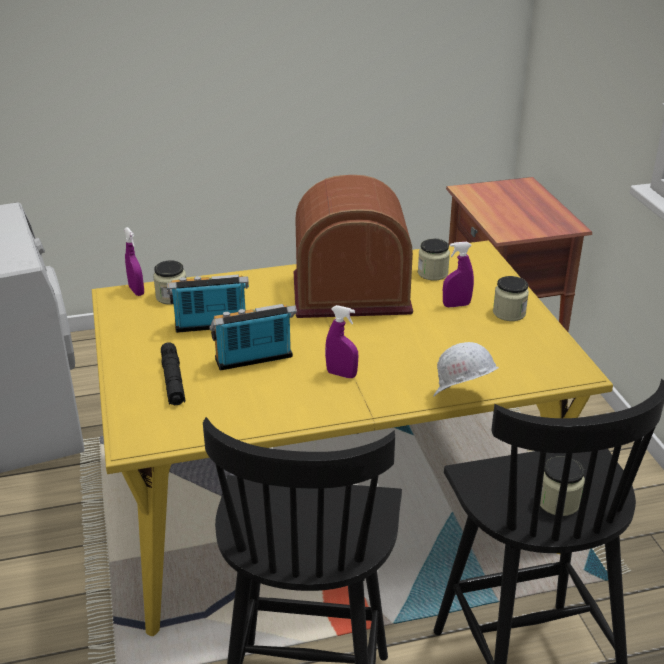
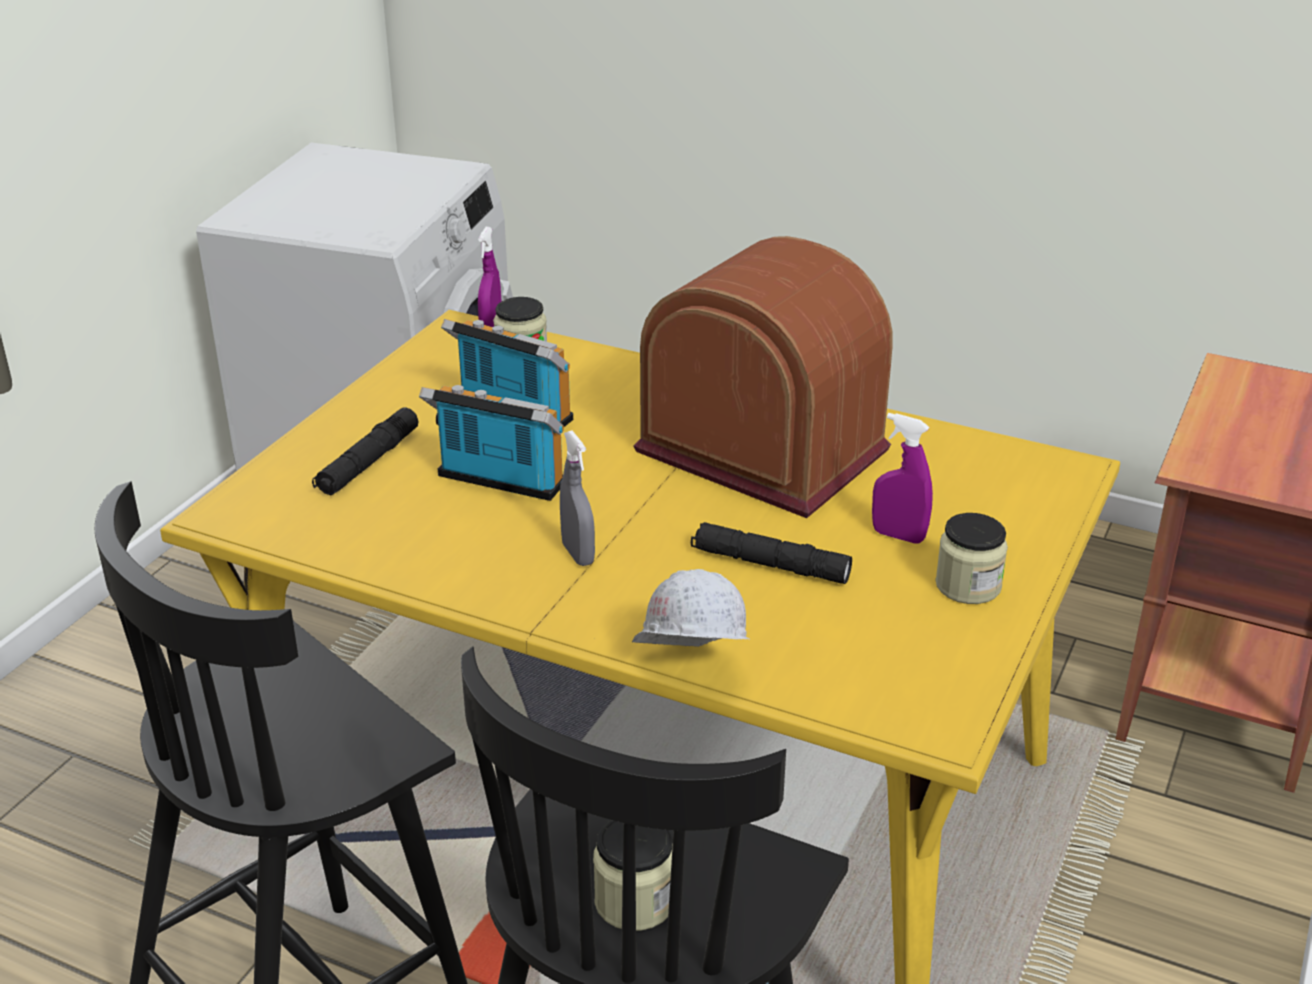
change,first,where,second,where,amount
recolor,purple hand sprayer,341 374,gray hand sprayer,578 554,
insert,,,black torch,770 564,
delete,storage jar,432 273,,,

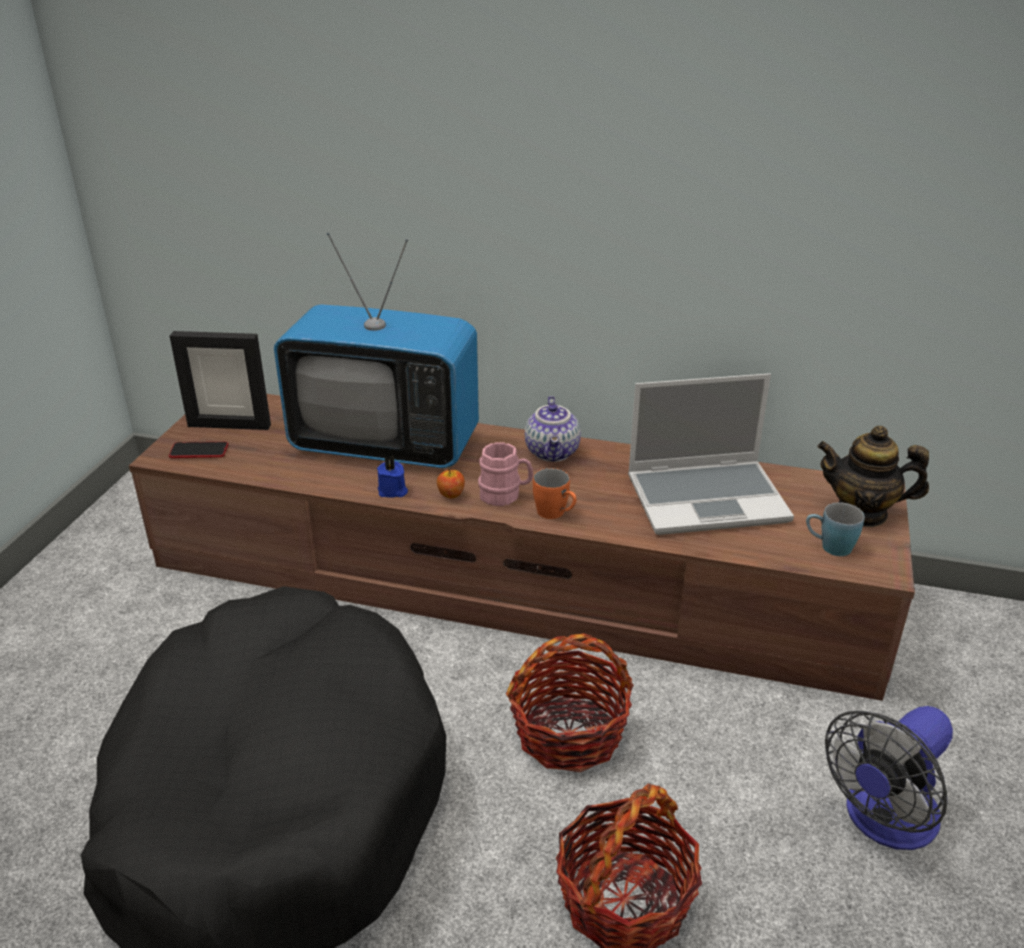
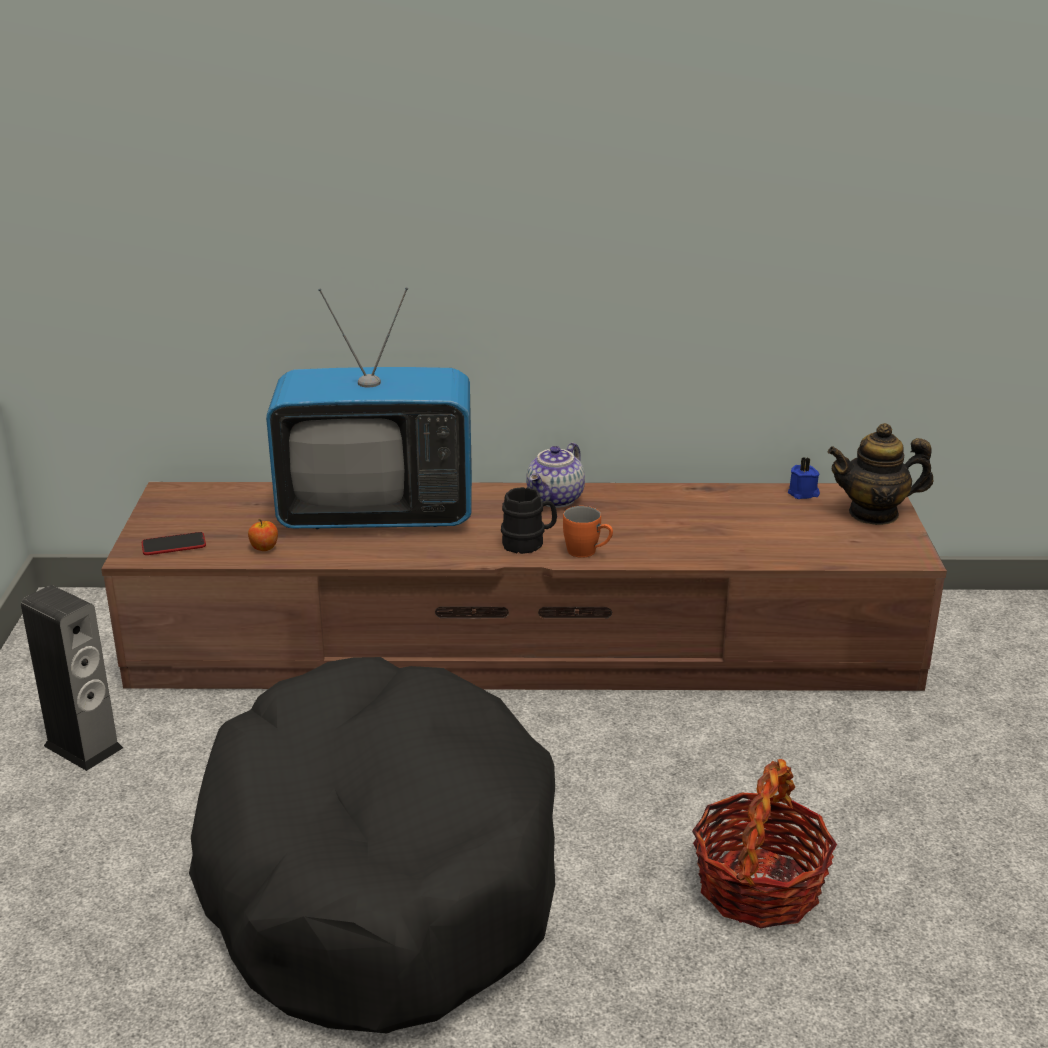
change,first,where,second,where,amount
insert,,,speaker,83 747,
move,apple,451 494,,264 548,
recolor,pink-coloured tea mug,505 495,black tea mug,529 543,
rotate,teapot,553 452,,556 499,45 degrees clockwise
move,blue-coloured wax light,392 491,,803 493,
delete,photo frame,230 424,,,
delete,household basket,569 733,,,
delete,portable computer,708 498,,,
delete,blue-coloured tea mug,829 547,,,
delete,electric fan,883 821,,,

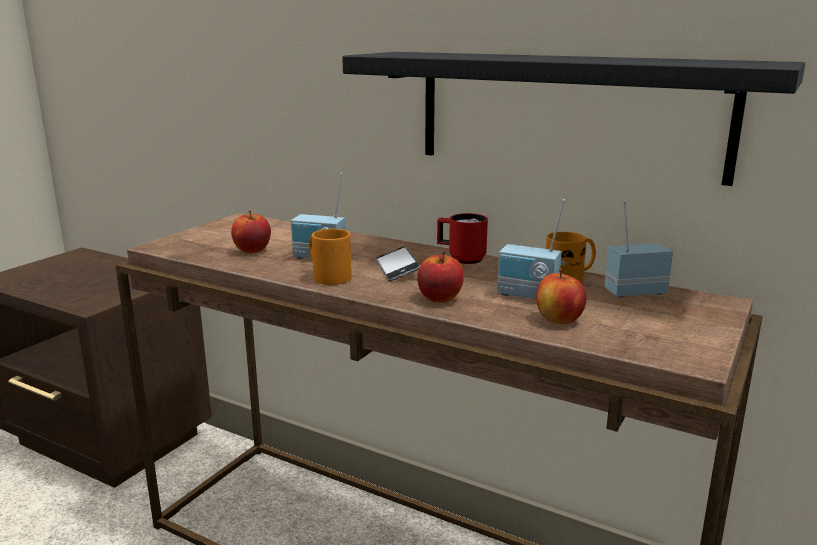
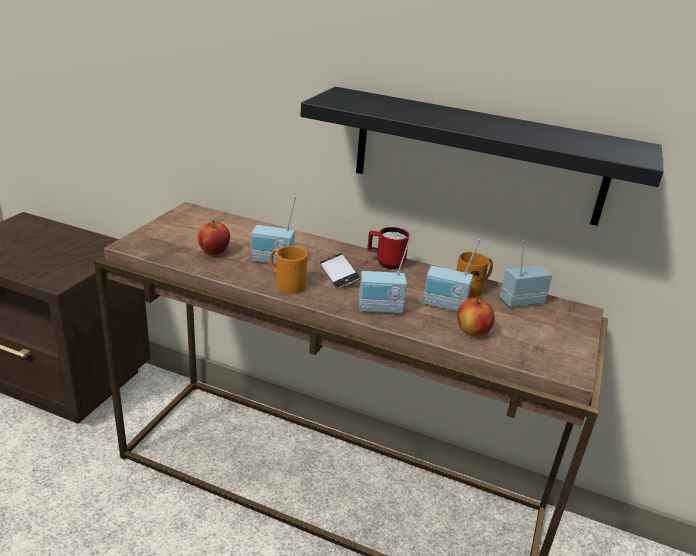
change,first,where,second,where,amount
replace,apple,440 299,radio receiver,380 309,

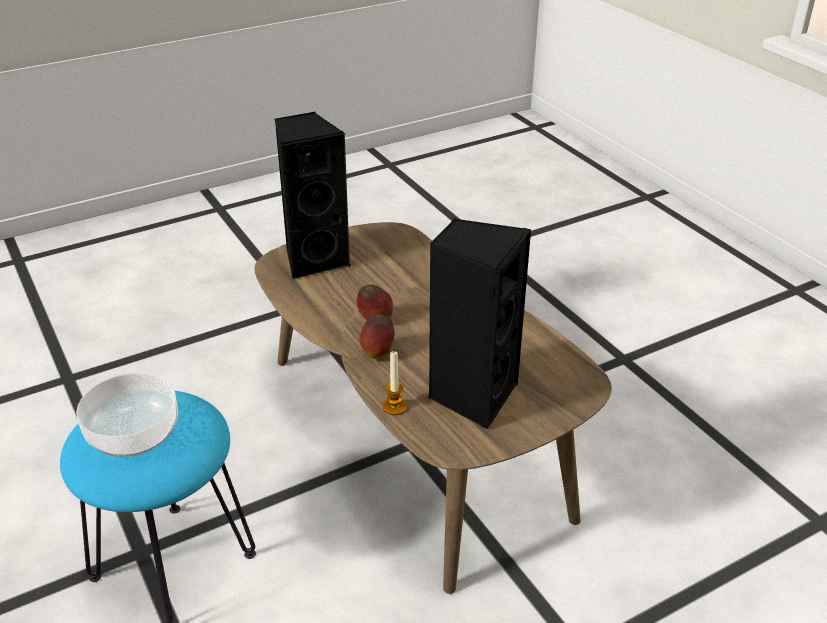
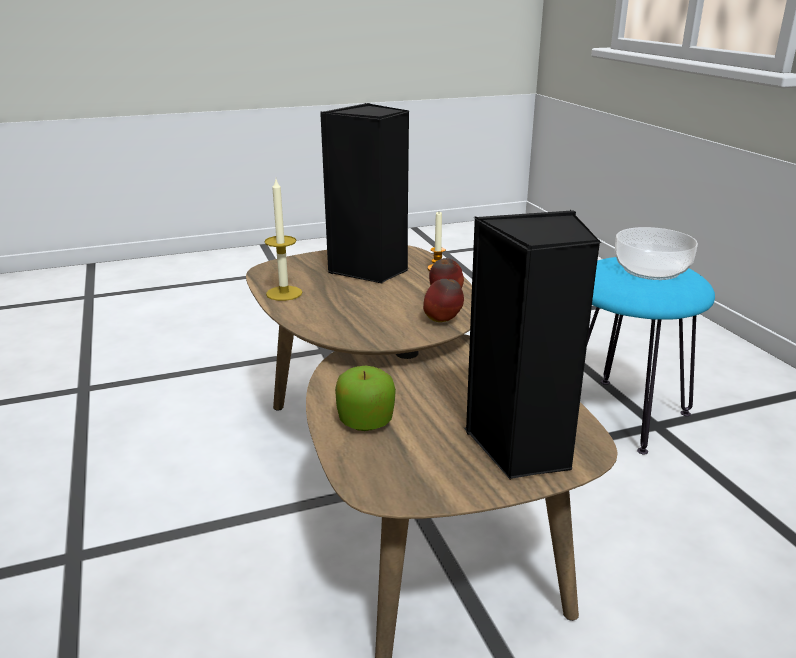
change,first,where,second,where,amount
insert,,,wax light,284 293,
insert,,,apple,366 421,

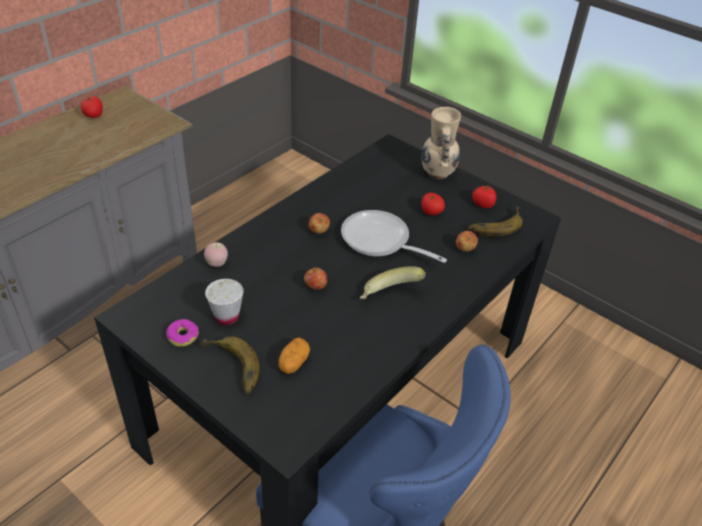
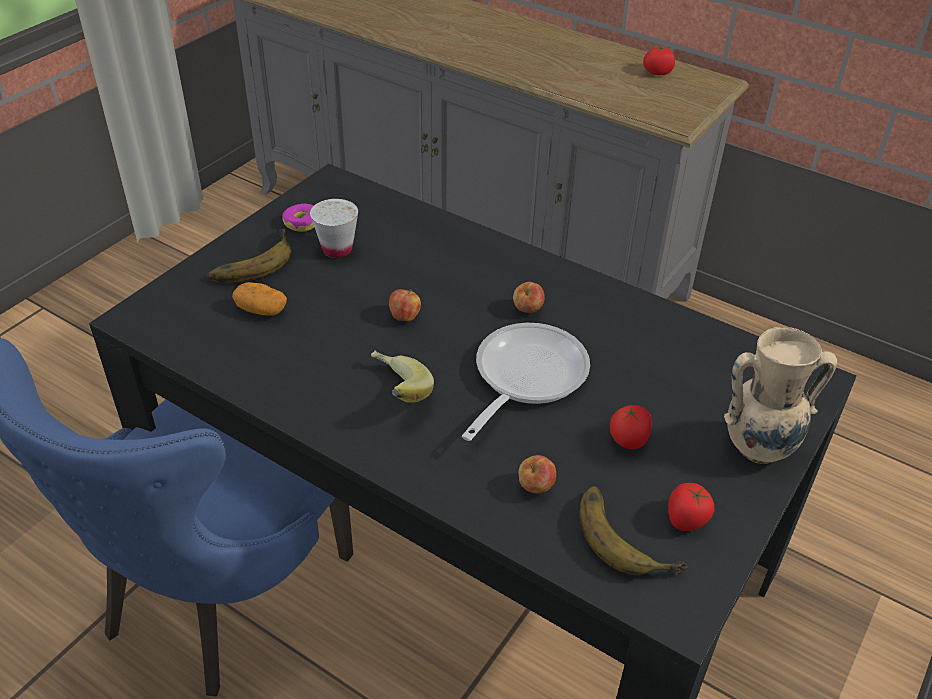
change,first,where,second,where,amount
delete,apple,217 264,,,

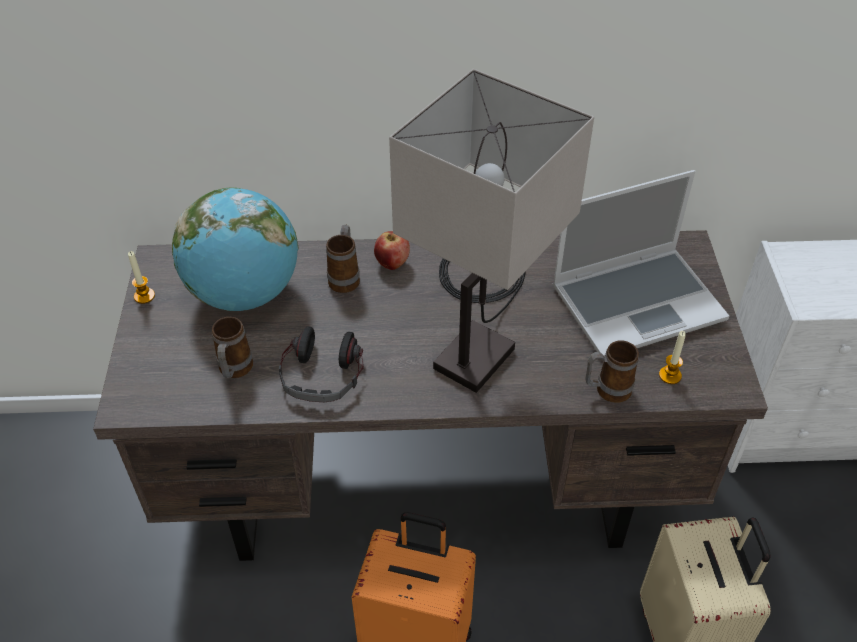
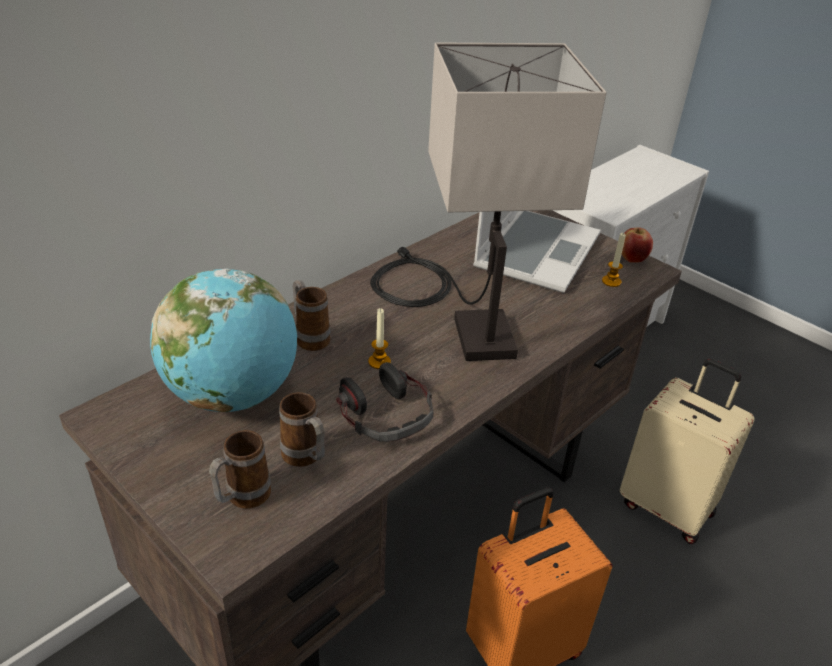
change,first,where,second,where,amount
move,tea mug,606 390,,242 498,
move,wax light,144 296,,379 362,
move,apple,392 263,,632 259,

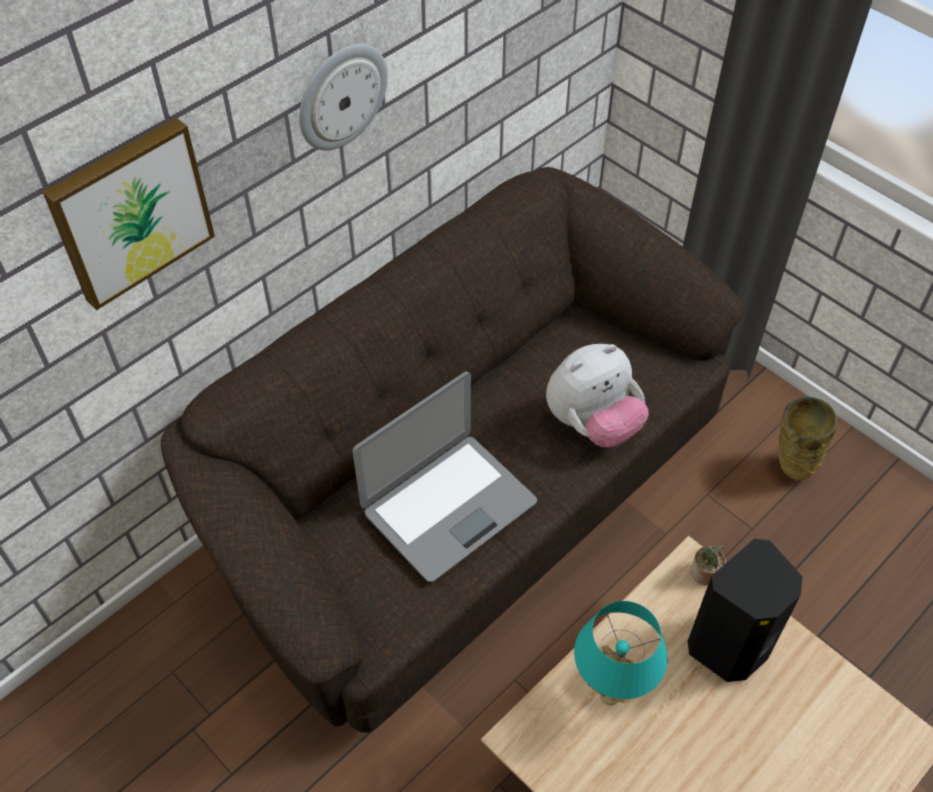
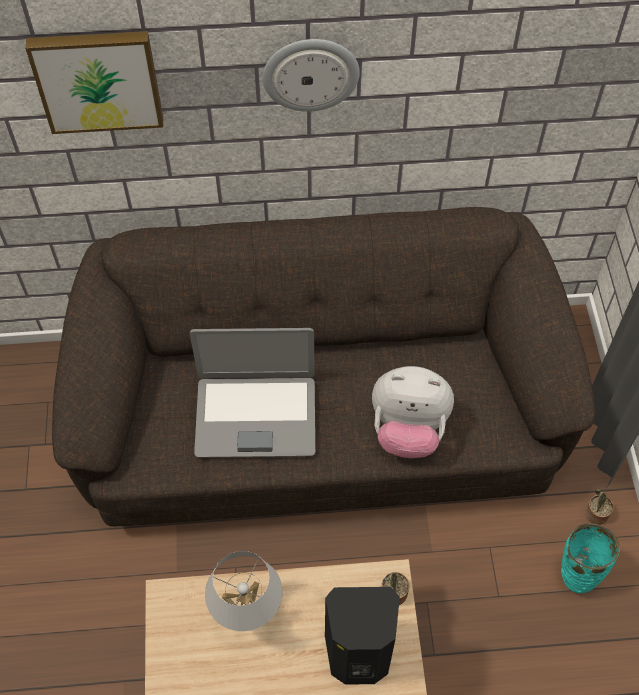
change,first,where,second,where,amount
recolor,turquoise-coloured tabletop lamp,609 694,white-coloured tabletop lamp,249 619,
recolor,beige decorative vase,791 467,turquoise-coloured decorative vase,576 576,
insert,,,plant in a pot,594 514,

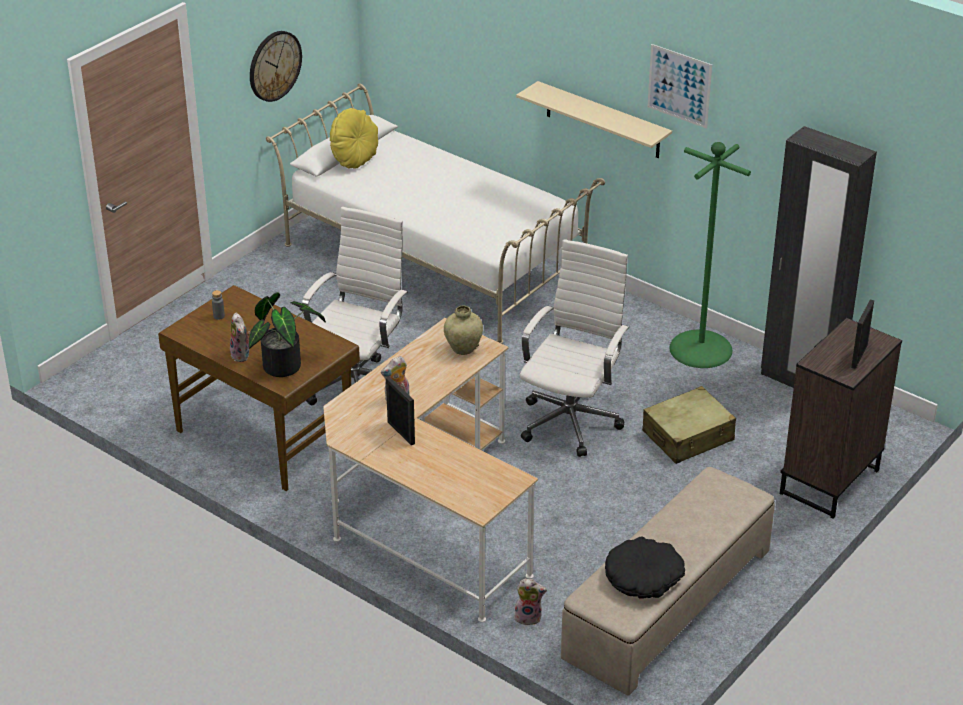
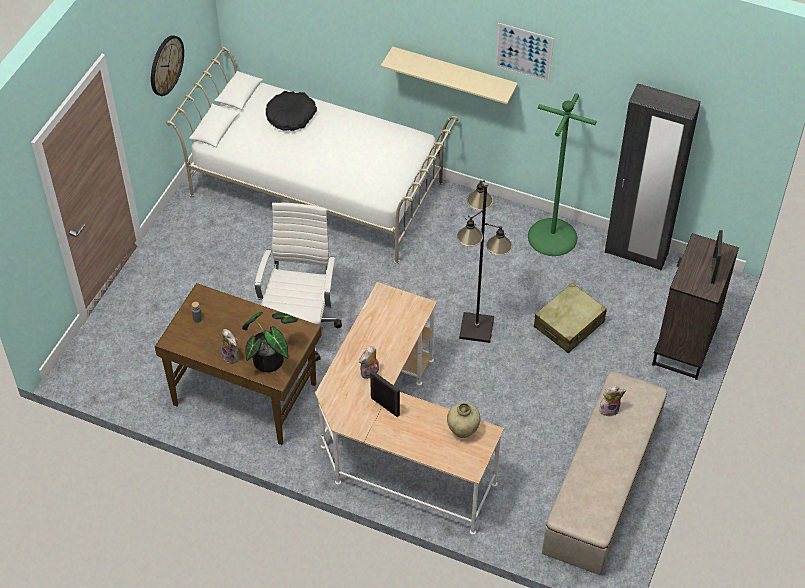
change,first,where,second,where,amount
move,black throw pillow,642 577,,290 116,
move,beige decorative vase,463 349,,462 430,
replace,white-coloured desk chair,571 420,black standing lamp,477 328,
move,cuddly toy,529 617,,609 409,
delete,yellow-coloured throw pillow,354 161,,,

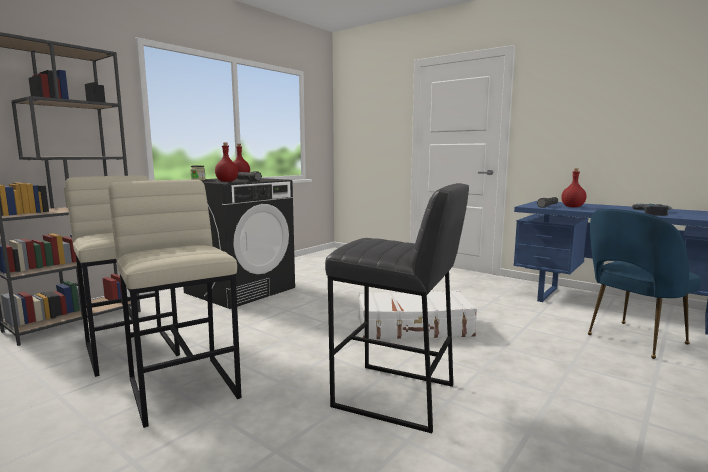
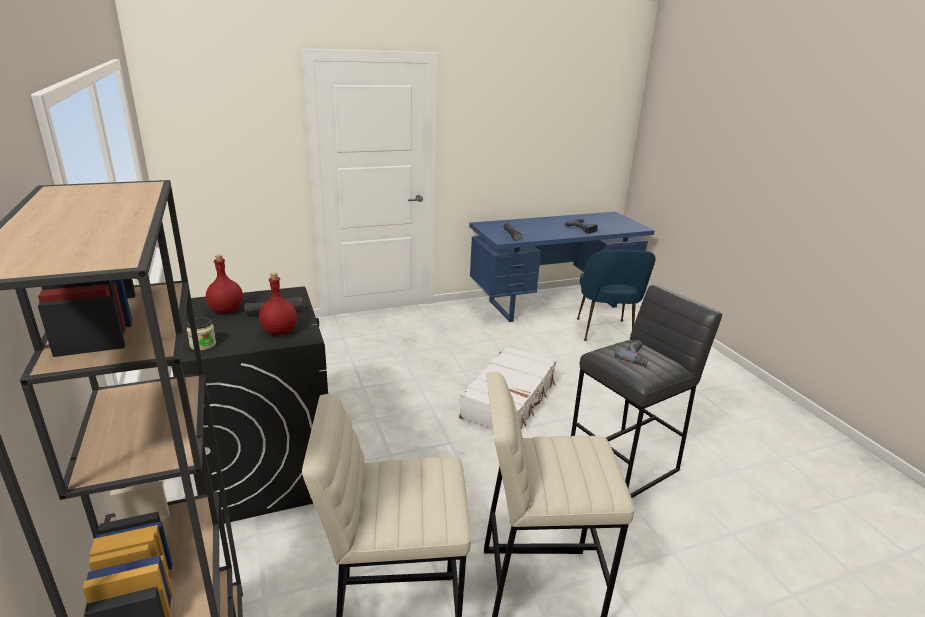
change,first,where,second,where,amount
insert,,,drill,637 357,
delete,reddish beverage bottle,573 207,,,

